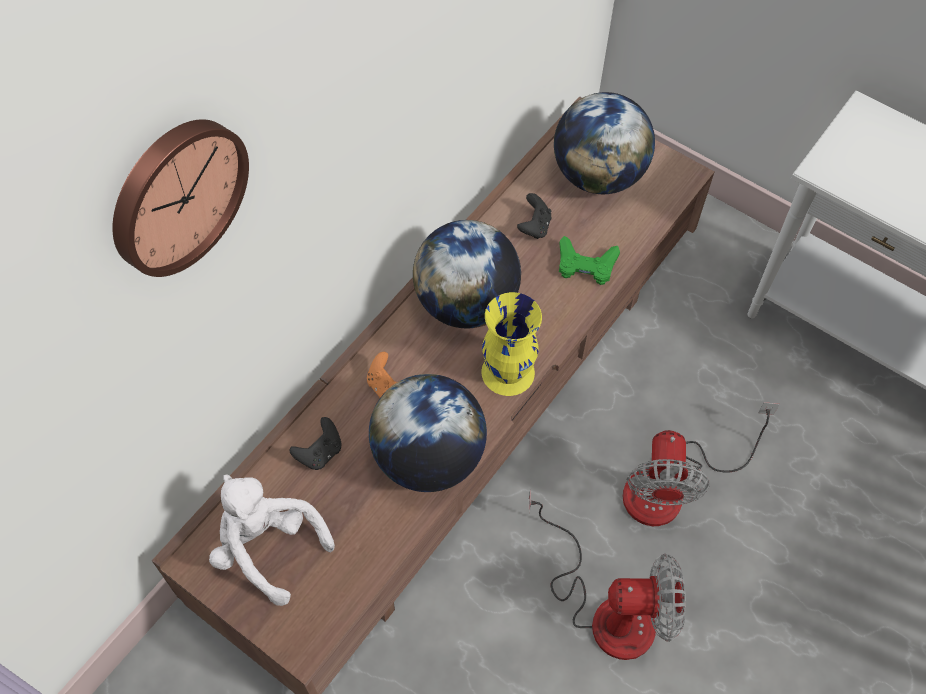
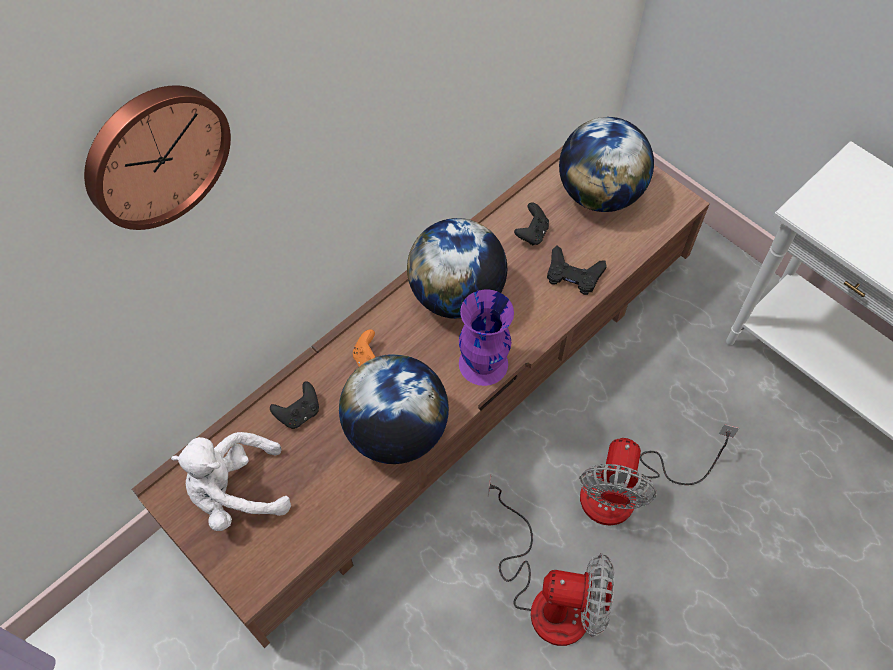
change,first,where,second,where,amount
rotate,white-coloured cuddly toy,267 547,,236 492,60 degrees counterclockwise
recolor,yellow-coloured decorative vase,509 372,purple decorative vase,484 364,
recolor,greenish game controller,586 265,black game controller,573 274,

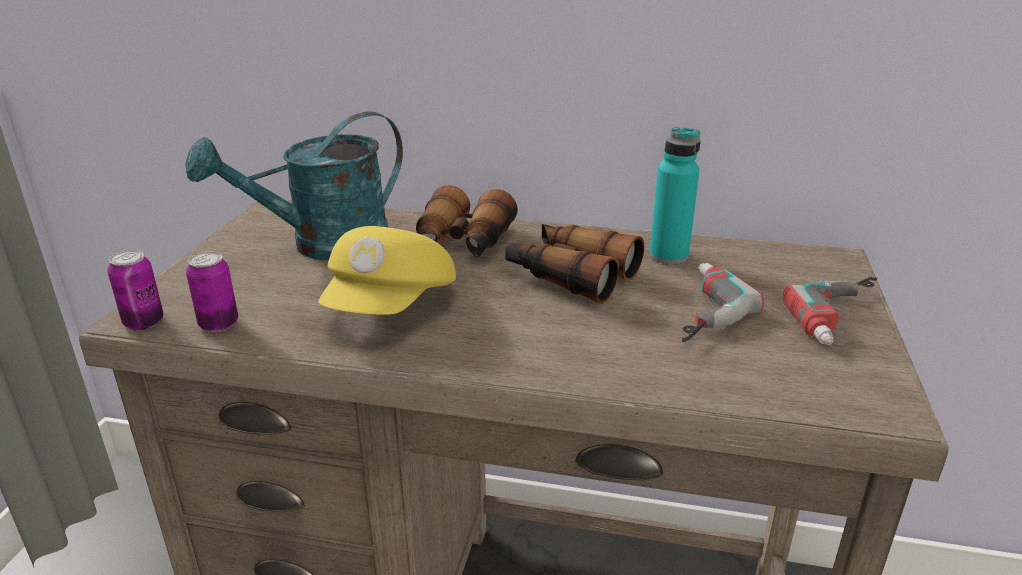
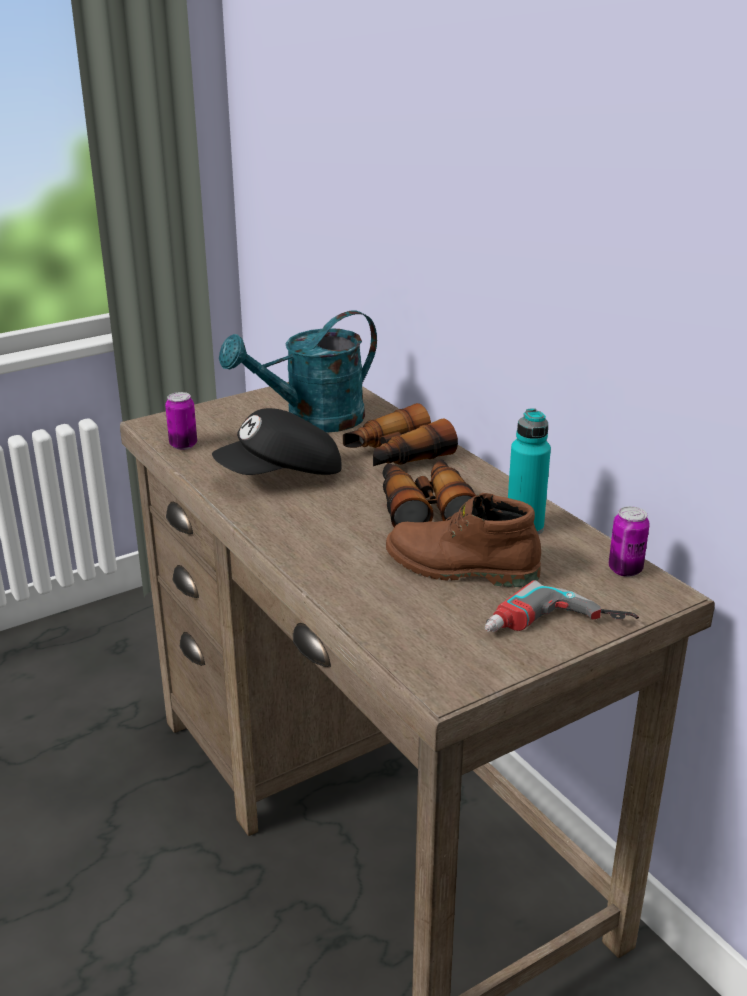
change,first,where,second,where,amount
recolor,yellow-coloured baseball cap,392 306,black baseball cap,281 476,
rotate,turquoise-coloured watering pot,324 246,,312 421,45 degrees counterclockwise
replace,drill,695 309,brown high-top boot,460 568,
move,metal can,144 322,,625 569,

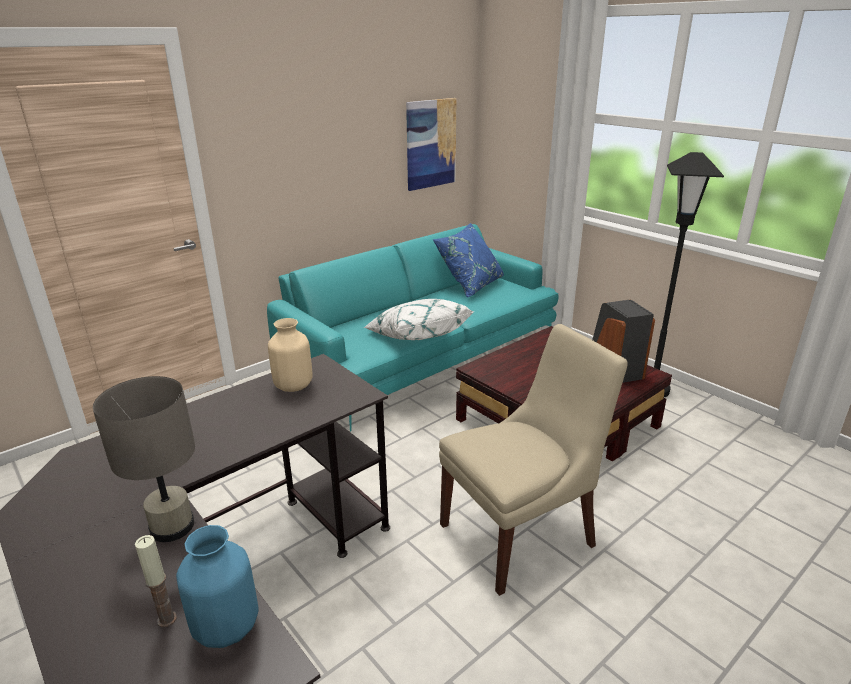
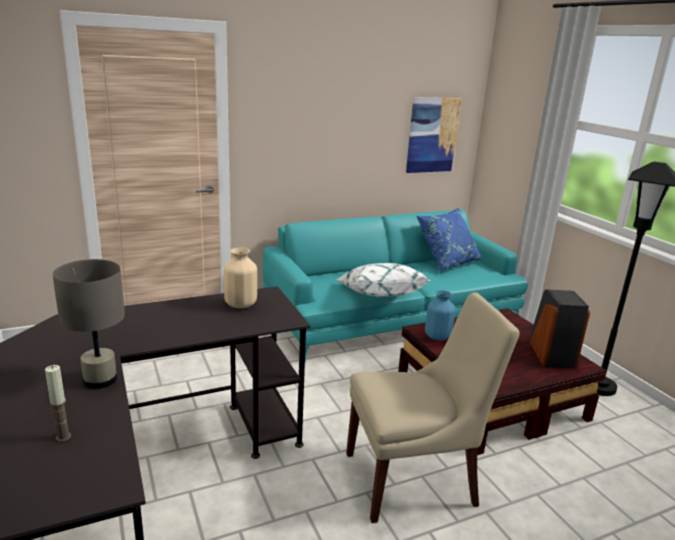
change,first,where,second,where,amount
move,blue-coloured decorative vase,227 626,,437 336,

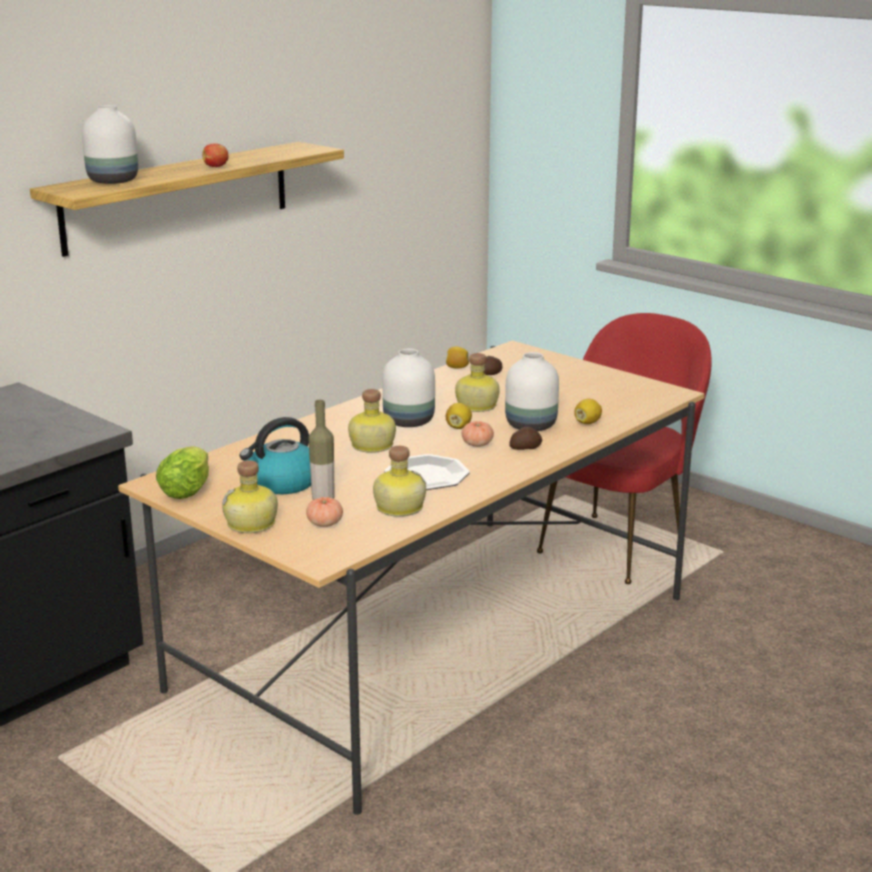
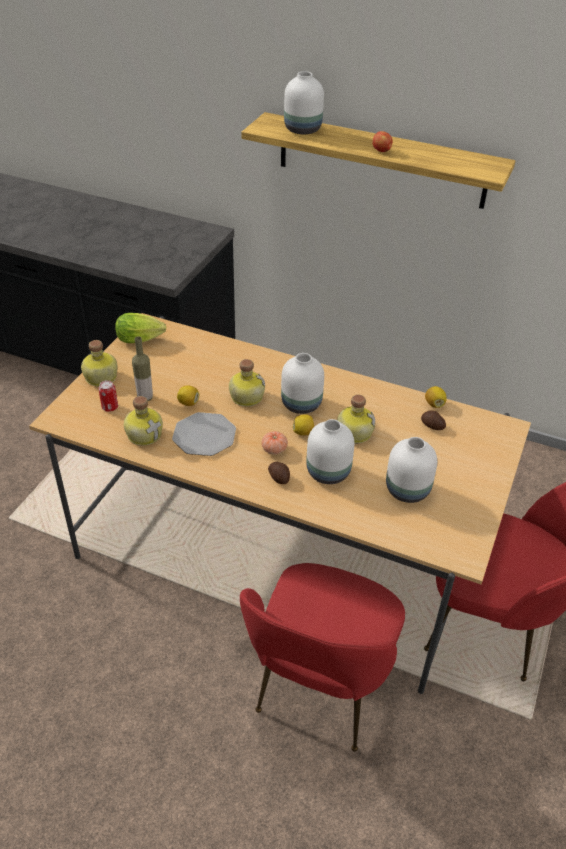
change,first,where,second,where,amount
replace,whole tomato,325 523,metal can,110 407,
move,citrus fruit,587 423,,188 403,
insert,,,reddish chair,318 696,
insert,,,white-coloured decorative vase,407 489,
delete,tea kettle,282 483,,,

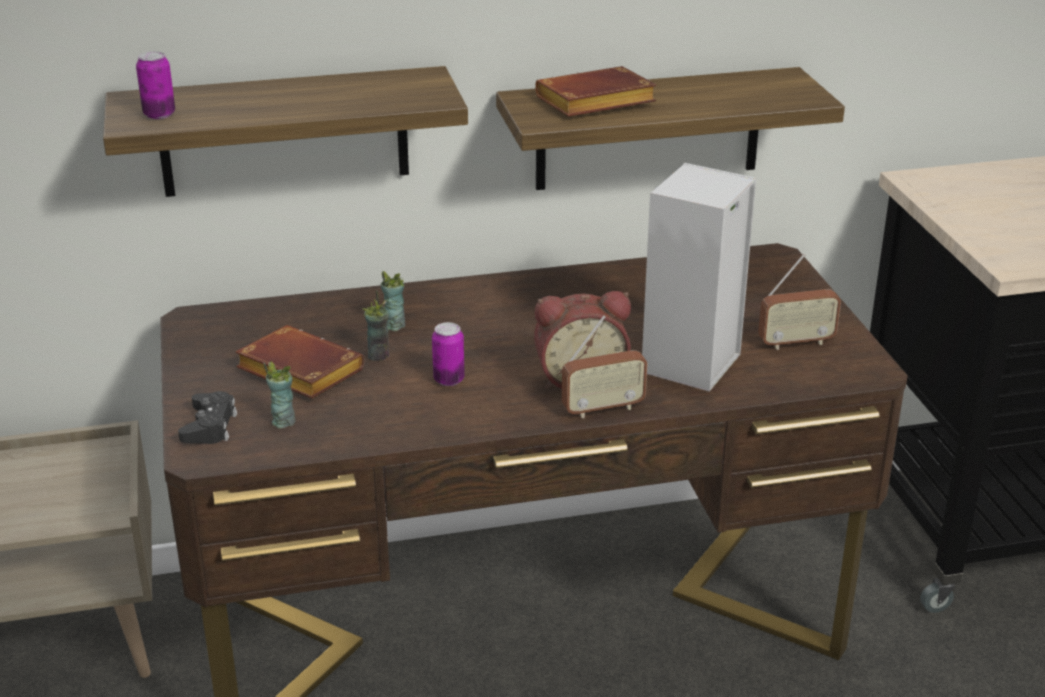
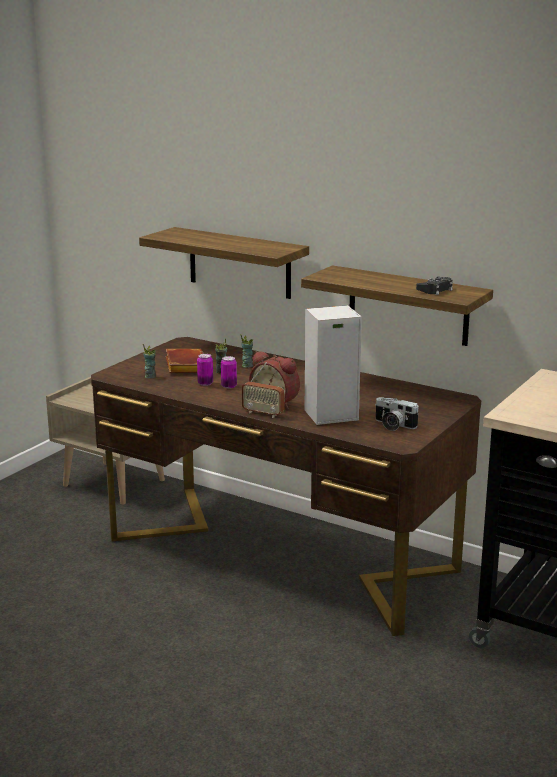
change,first,where,second,where,amount
move,metal can,159 114,,205 383,
replace,radio receiver,796 342,photo camera,393 425,
move,black game controller,209 426,,435 290,
delete,brown volume,593 103,,,

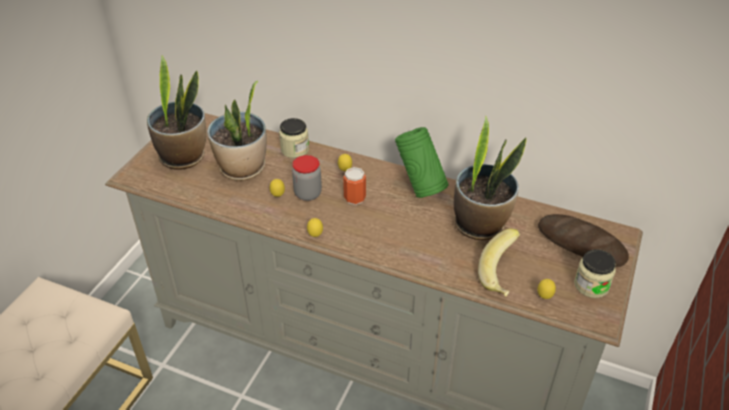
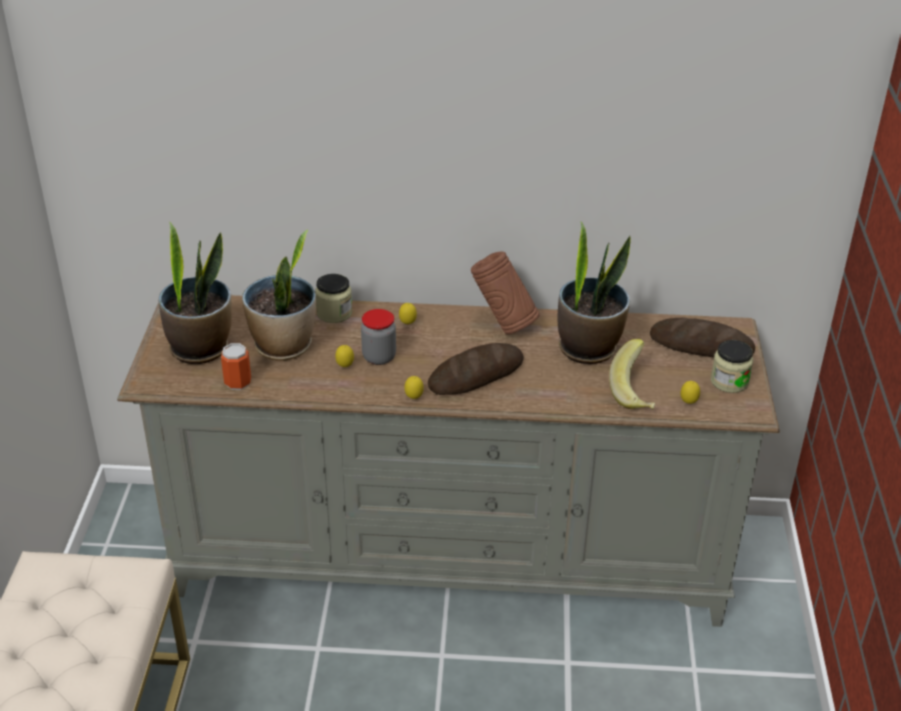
change,first,where,second,where,amount
move,metal can,354 198,,238 382,
insert,,,baked bread,476 375,
recolor,greenish decorative vase,419 188,brown decorative vase,503 325,

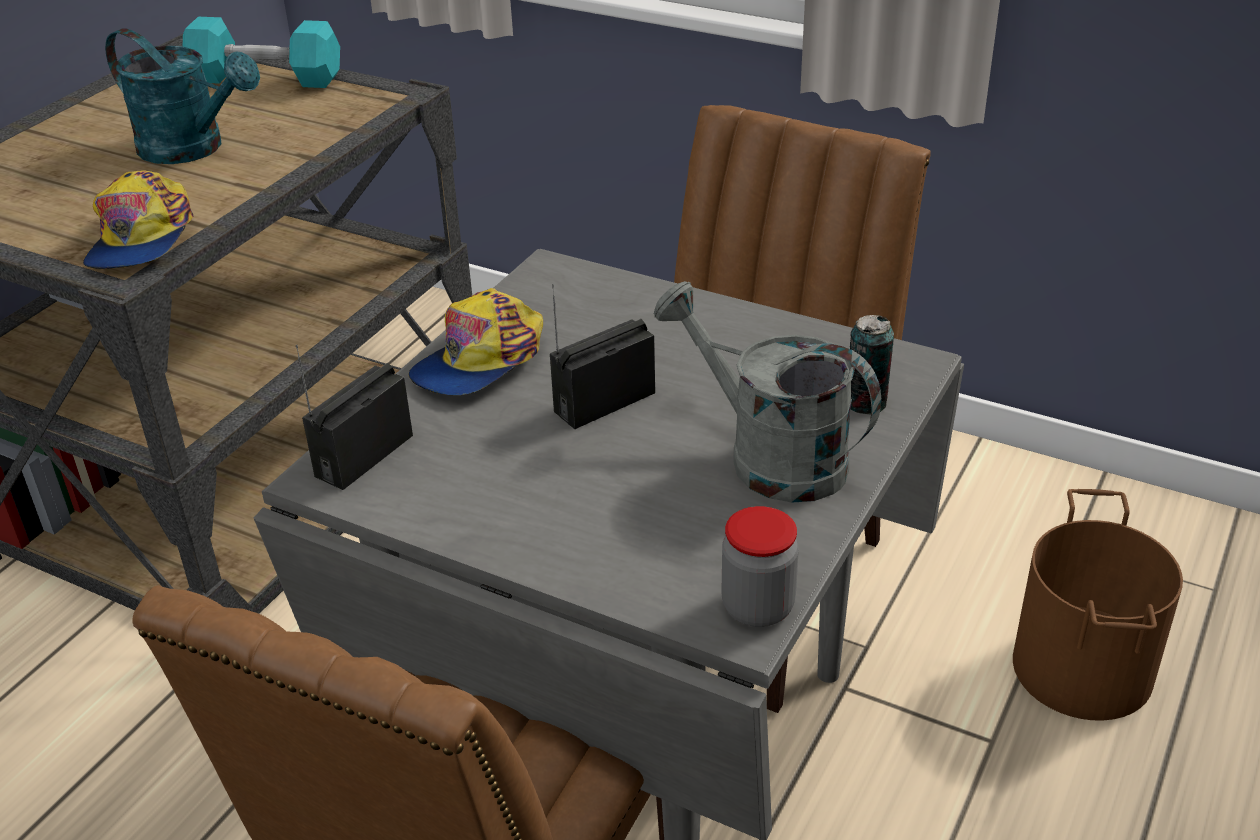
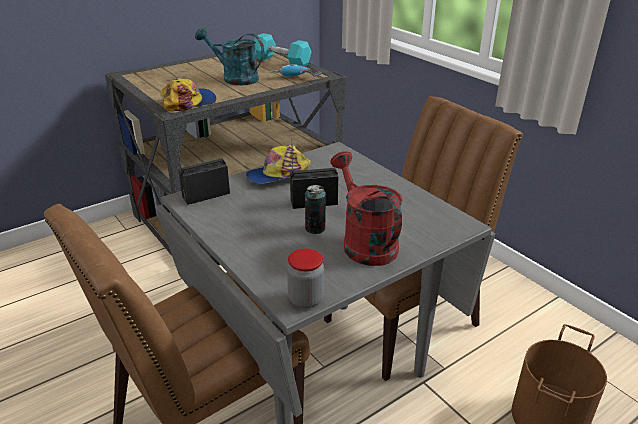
change,first,where,second,where,amount
rotate,baseball cap,141 239,,189 102,150 degrees counterclockwise
rotate,turquoise-coloured watering pot,193 149,,235 78,150 degrees clockwise
insert,,,drill,296 78,
move,metal can,865 403,,315 228,
recolor,gray watering pot,769 456,reddish watering pot,364 242,

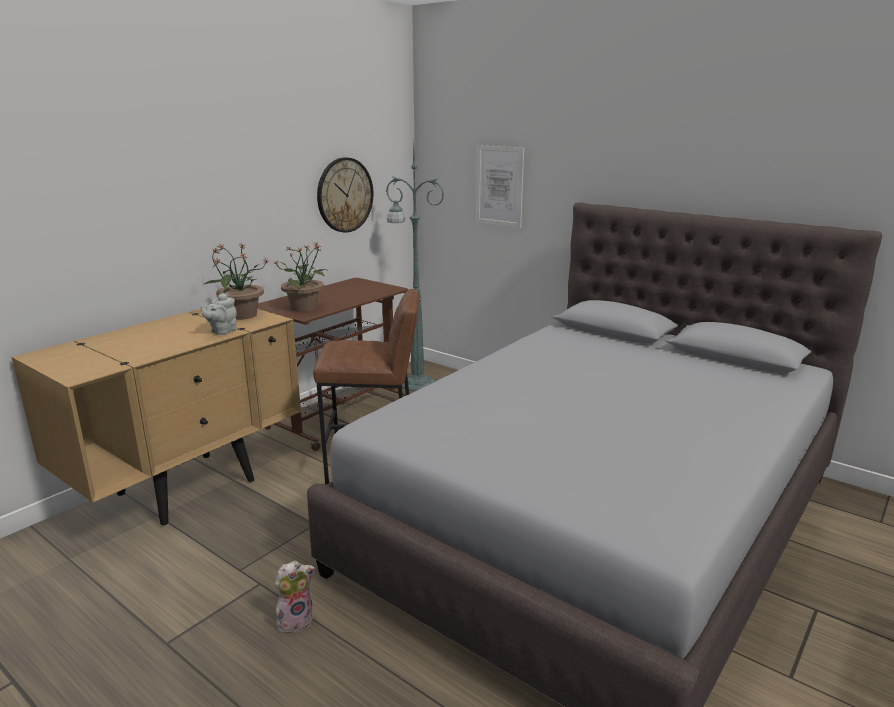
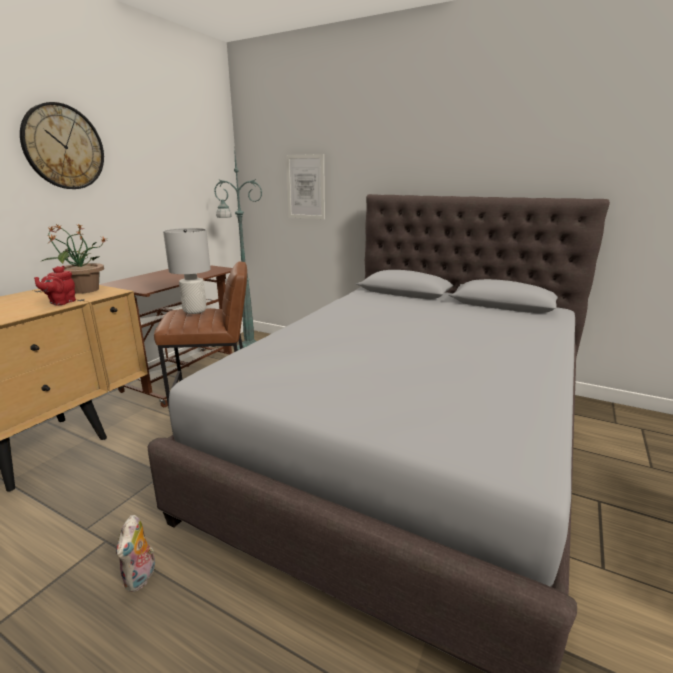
change,first,where,second,where,amount
move,hanging clock,344 195,,63 147,
recolor,gray teapot,222 331,reddish teapot,61 302,
rotate,cuddly toy,295 620,,141 577,135 degrees clockwise
insert,,,gray tabletop lamp,194 312,
delete,plant in a pot,305 307,,,

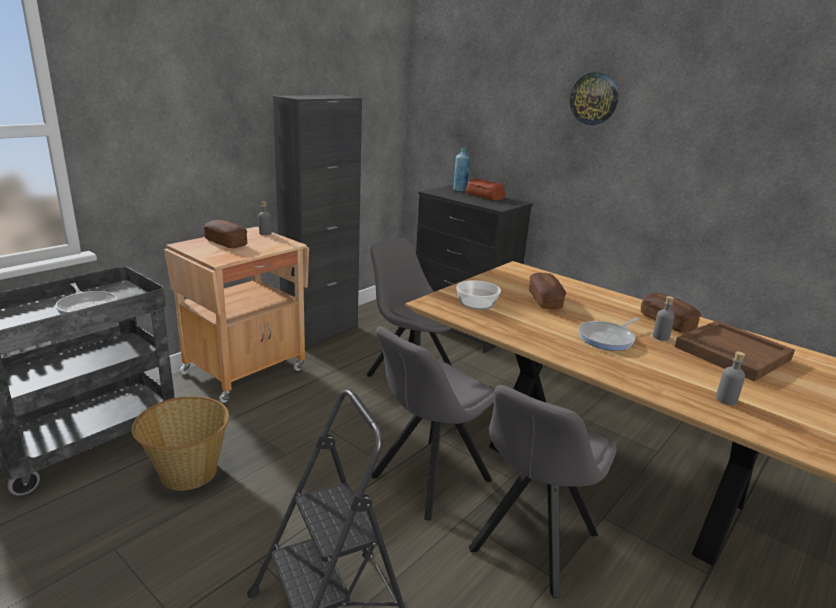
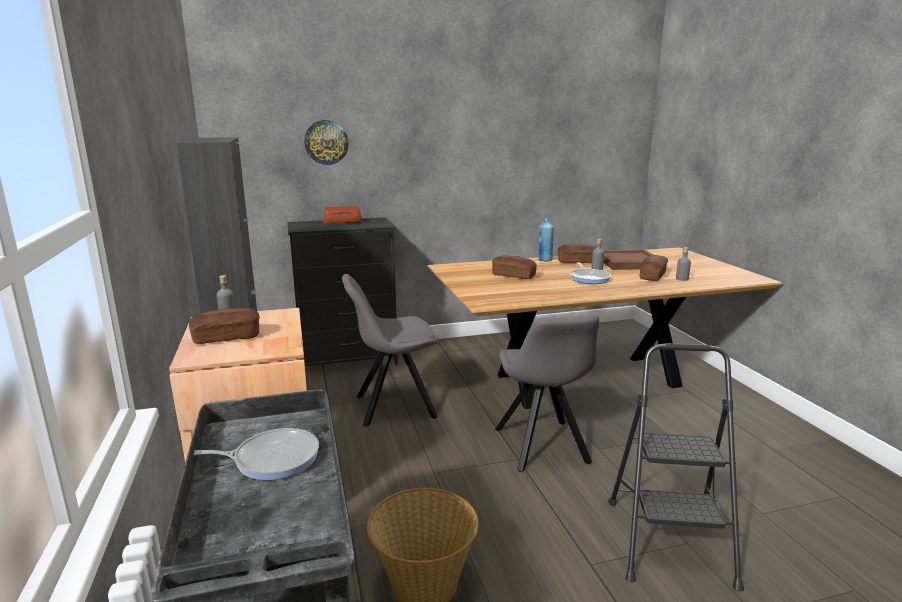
change,first,where,second,where,amount
move,hanging clock,594 98,,326 142,
move,blue-coloured beverage bottle,460 190,,545 260,
insert,,,baked bread,652 276,
delete,bowl,476 303,,,
delete,gray chair,532 542,,,

